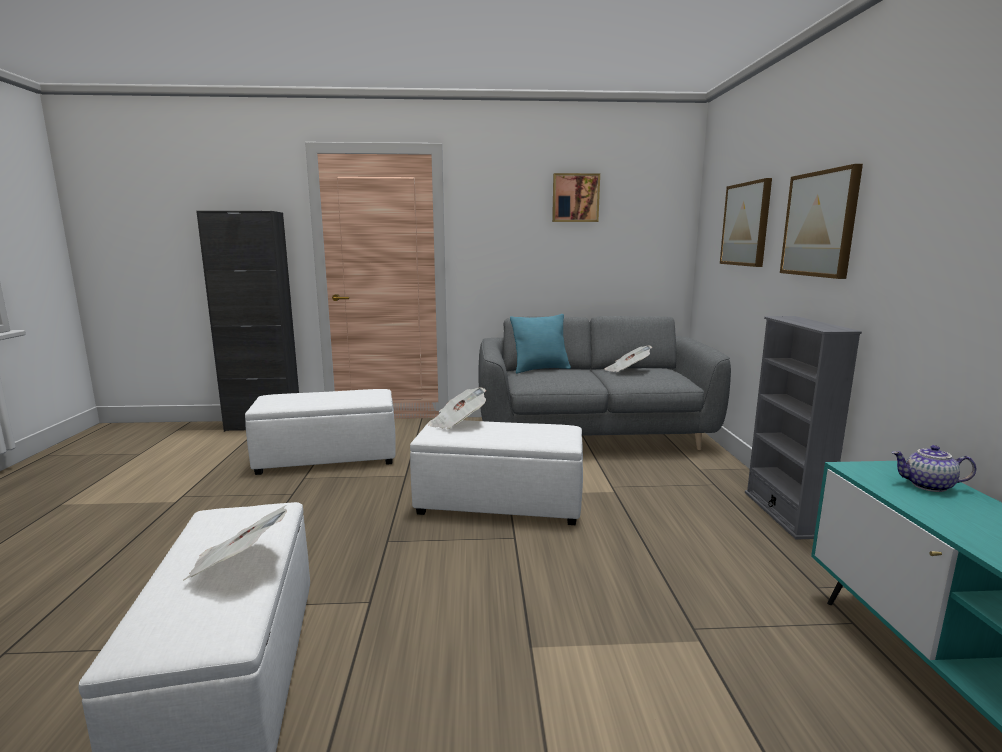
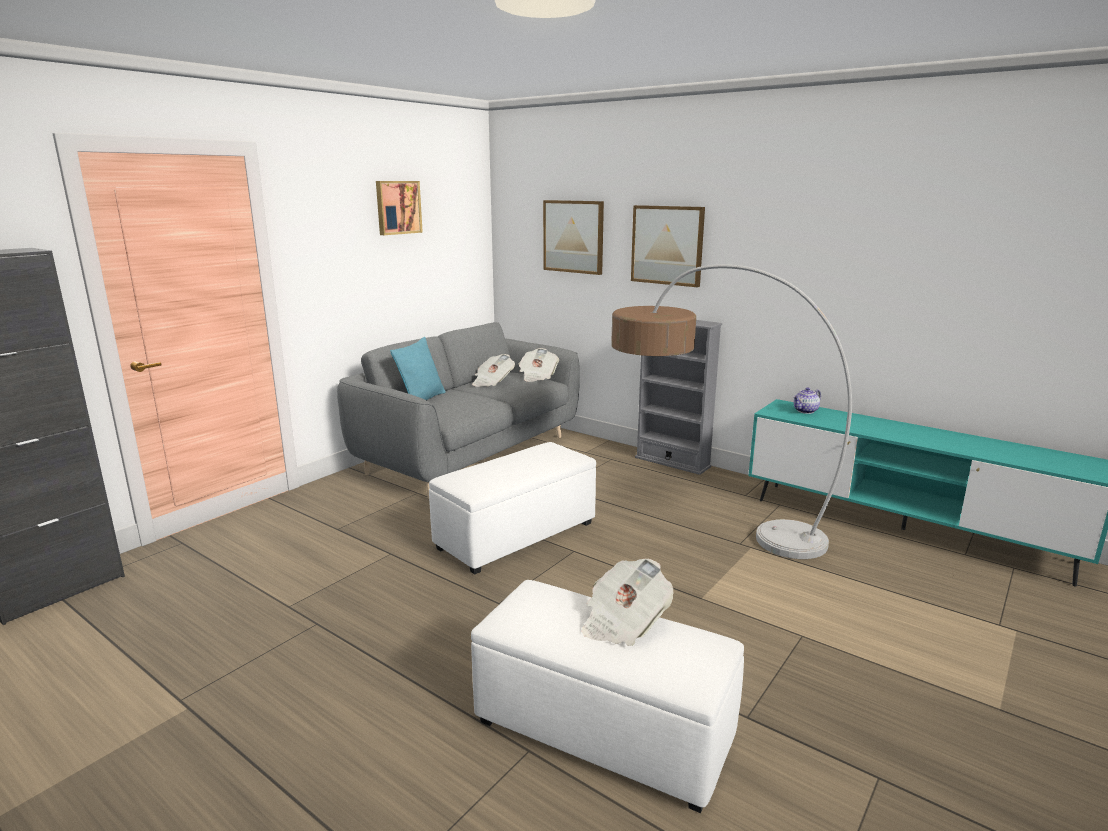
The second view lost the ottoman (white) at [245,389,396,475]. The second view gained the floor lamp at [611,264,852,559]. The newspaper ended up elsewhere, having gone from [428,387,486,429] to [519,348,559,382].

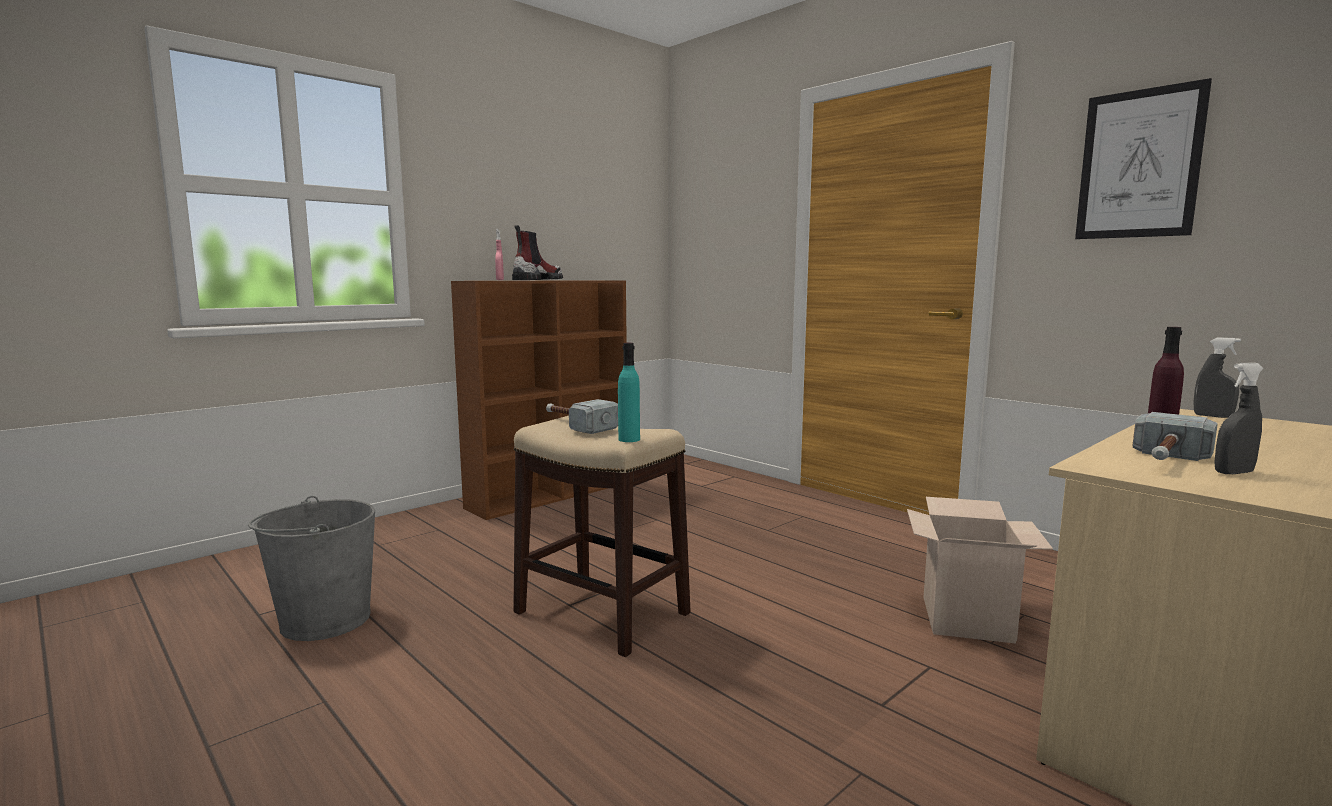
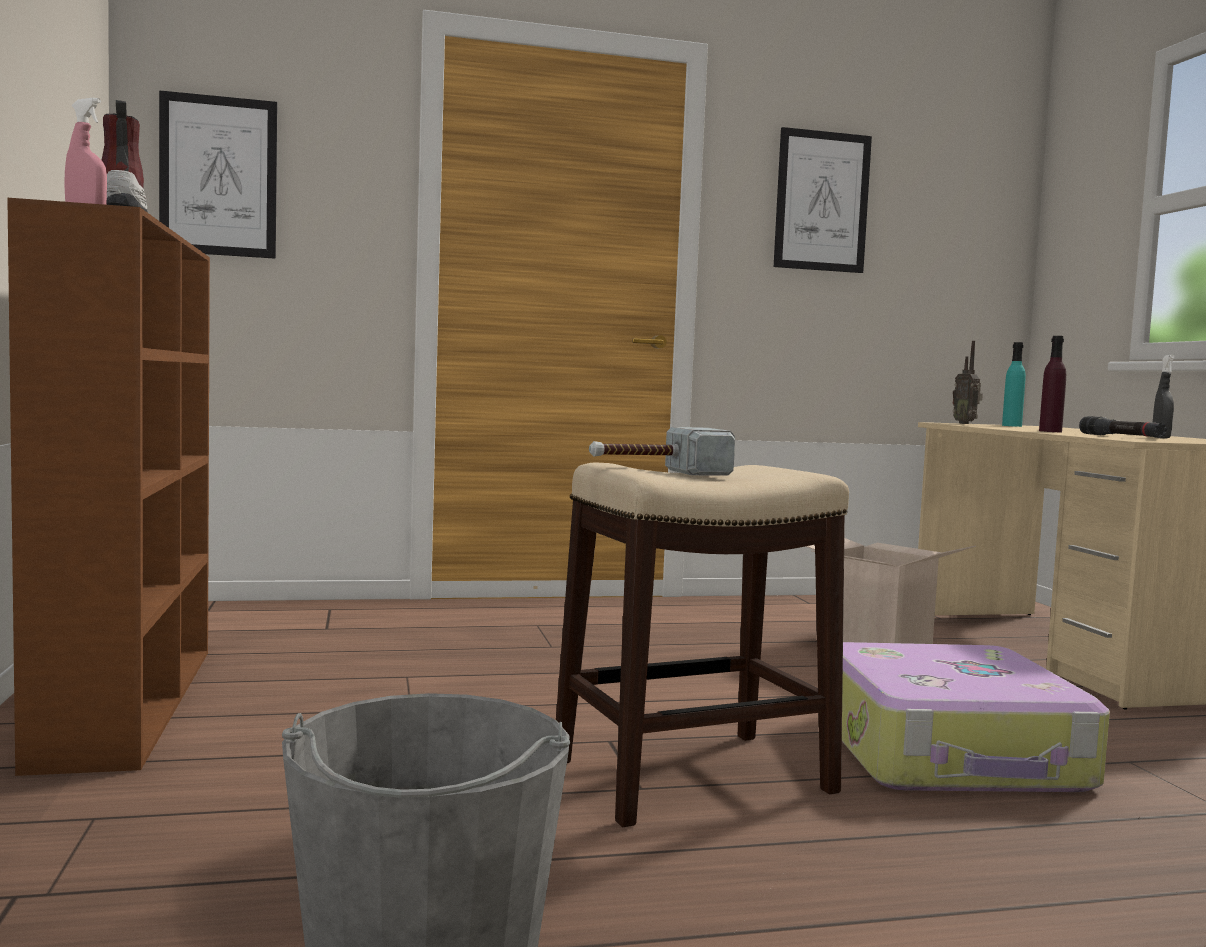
The second view gained the picture at [159,90,277,259]. The second view gained the suitcase at [842,642,1110,792]. The bottle (turquoise) ended up elsewhere, having gone from [618,343,640,442] to [1002,342,1026,427]. Where the hammer stood at [1133,412,1218,461], the flashlight (black) came to stand at [1079,416,1167,437]. Where the spray bottle (grey) stood at [1193,337,1241,418], the radio came to stand at [953,341,983,424].

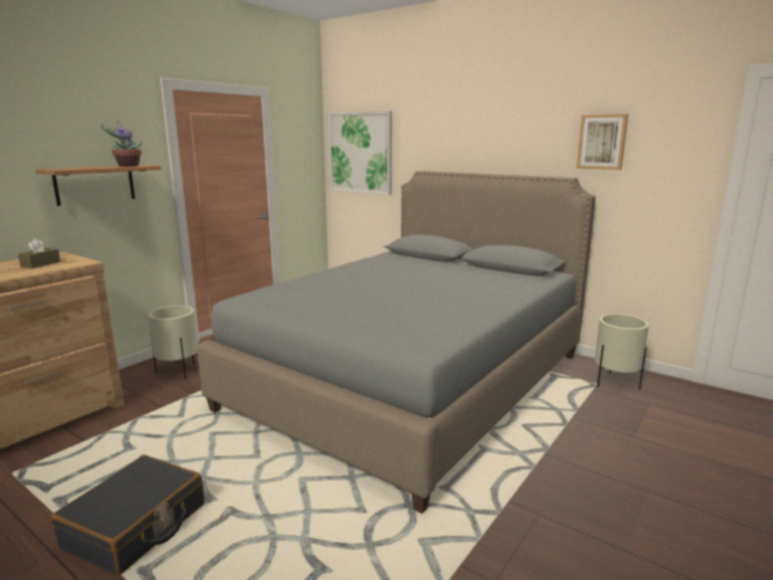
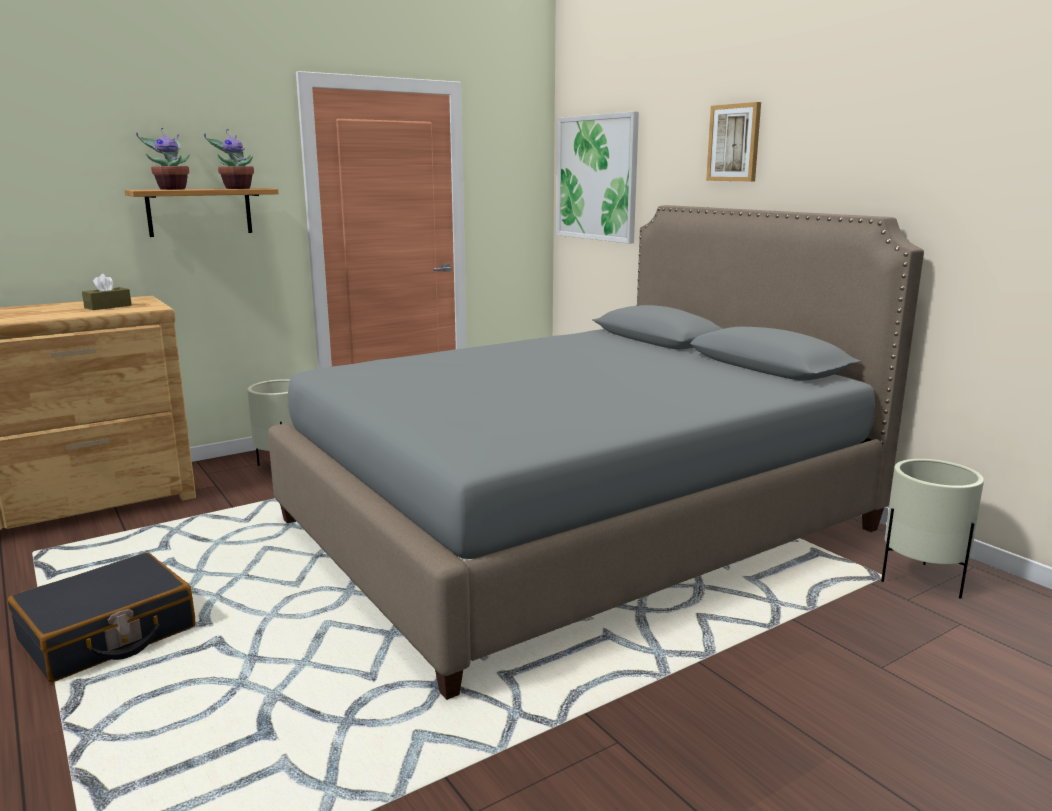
The second view gained the potted plant at [136,128,190,190]. The picture ended up elsewhere, having gone from [576,114,628,170] to [706,102,761,181].

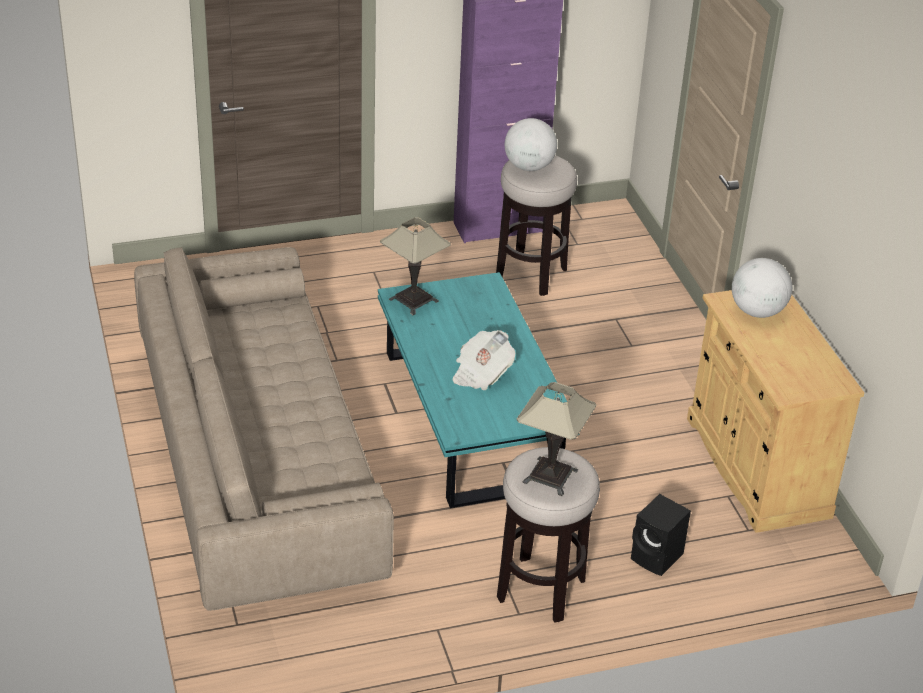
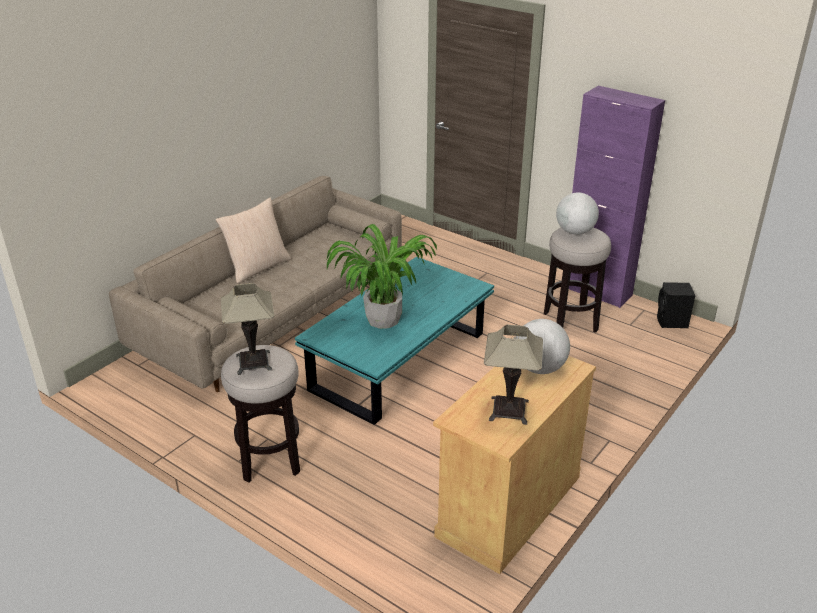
The second view gained the pillow (beige) at [216,197,291,284]. The table lamp ended up elsewhere, having gone from [380,217,451,315] to [484,325,543,425]. The speaker (black) ended up elsewhere, having gone from [631,494,691,576] to [657,282,695,328]. Where the newspaper stood at [453,330,515,390], the potted plant came to stand at [326,224,437,329].

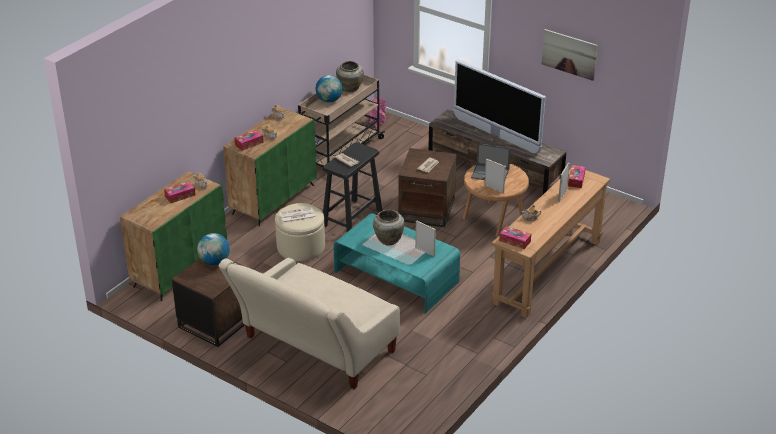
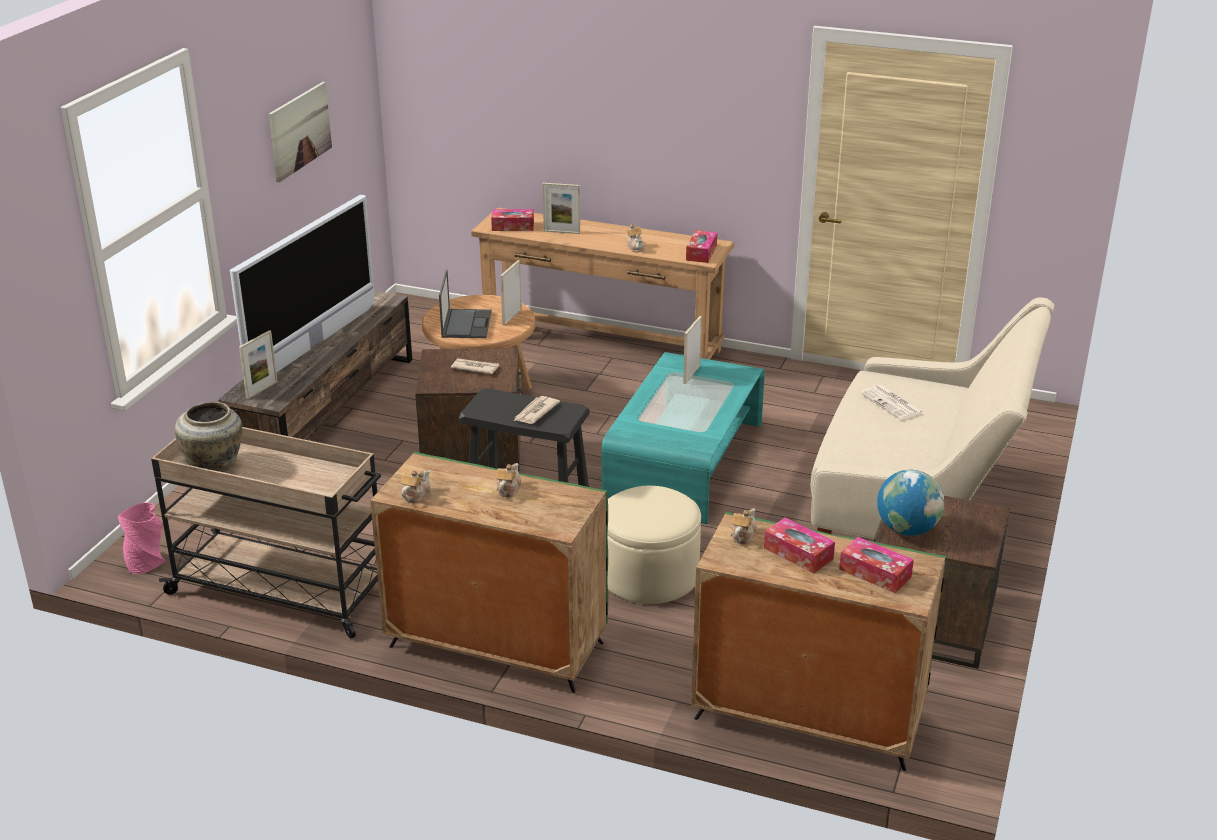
The second view lost the globe at [315,75,343,102]. The second view lost the vase (beige) at [373,210,404,246]. The second view gained the picture frame at [239,330,278,399]. The tissue box ended up elsewhere, having gone from [234,130,264,151] to [839,537,914,593]. The newspaper ended up elsewhere, having gone from [280,207,315,223] to [860,385,924,420].

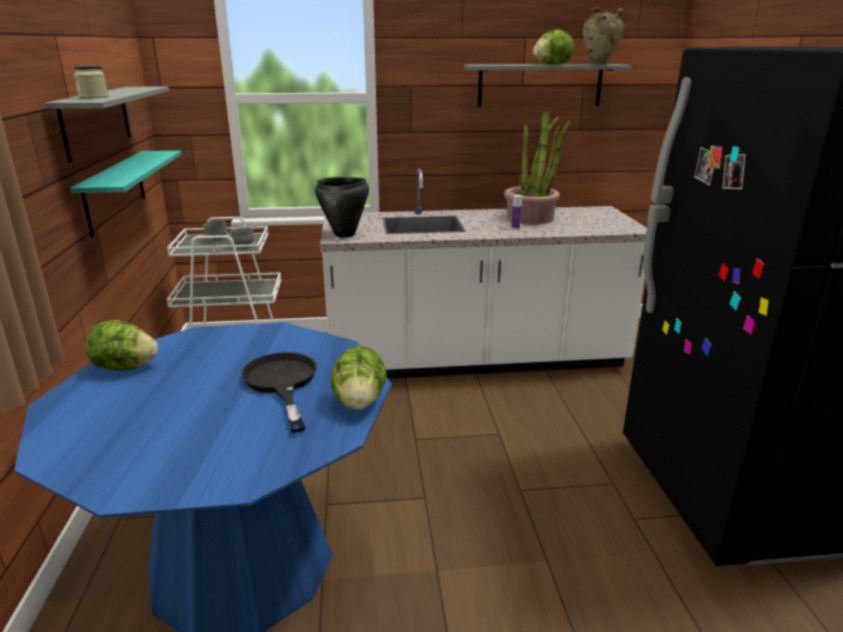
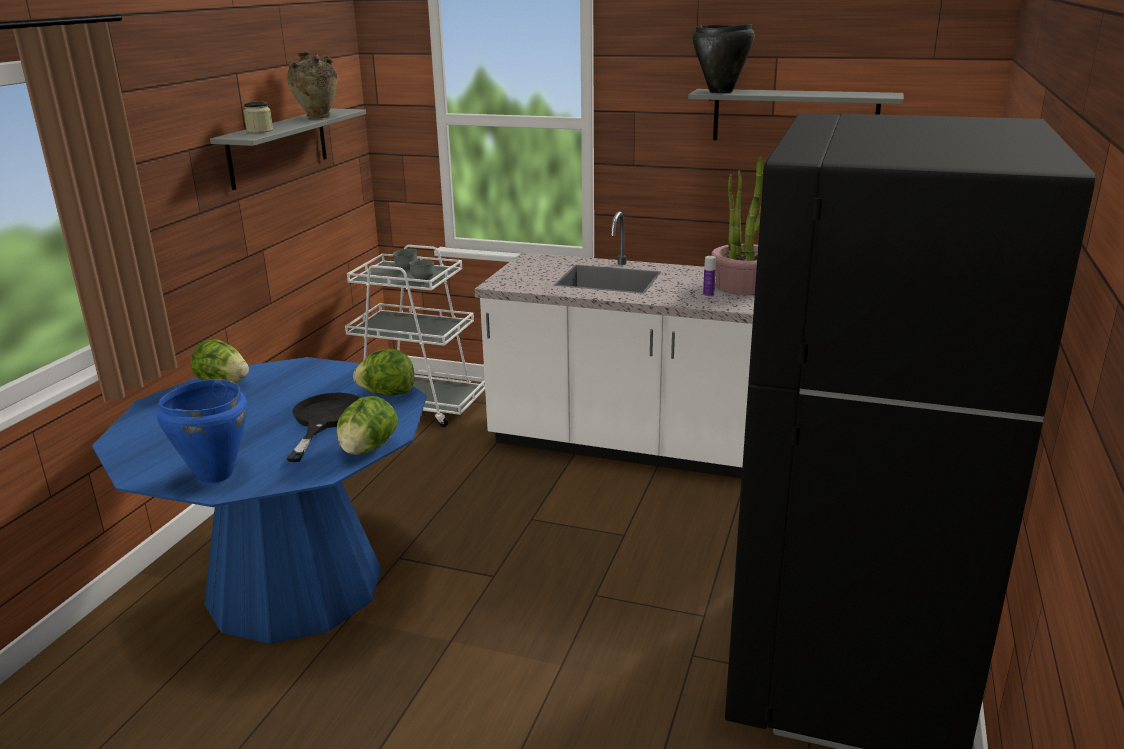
The second view lost the shelf (turquoise) at [70,151,182,238]. The second view gained the cooking pot (blue) at [157,379,247,484]. The cooking pot (black) ended up elsewhere, having gone from [315,177,369,238] to [693,24,755,93]. The lettuce ended up elsewhere, having gone from [533,29,574,65] to [353,349,414,396]. The vase (beige) ended up elsewhere, having gone from [583,7,625,65] to [287,51,338,119].

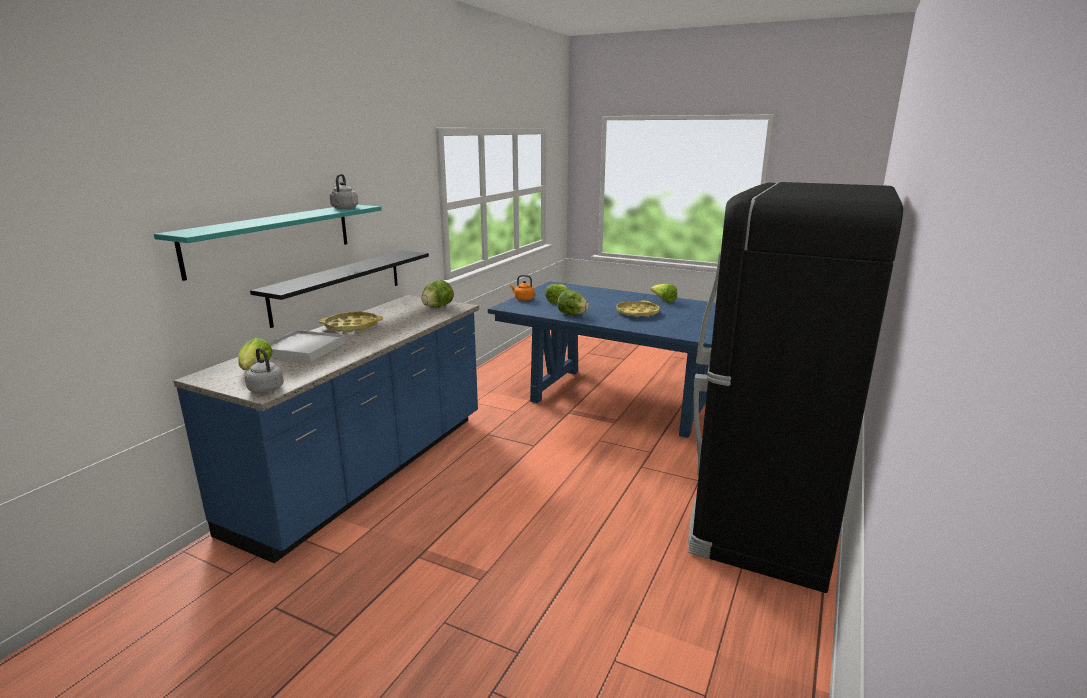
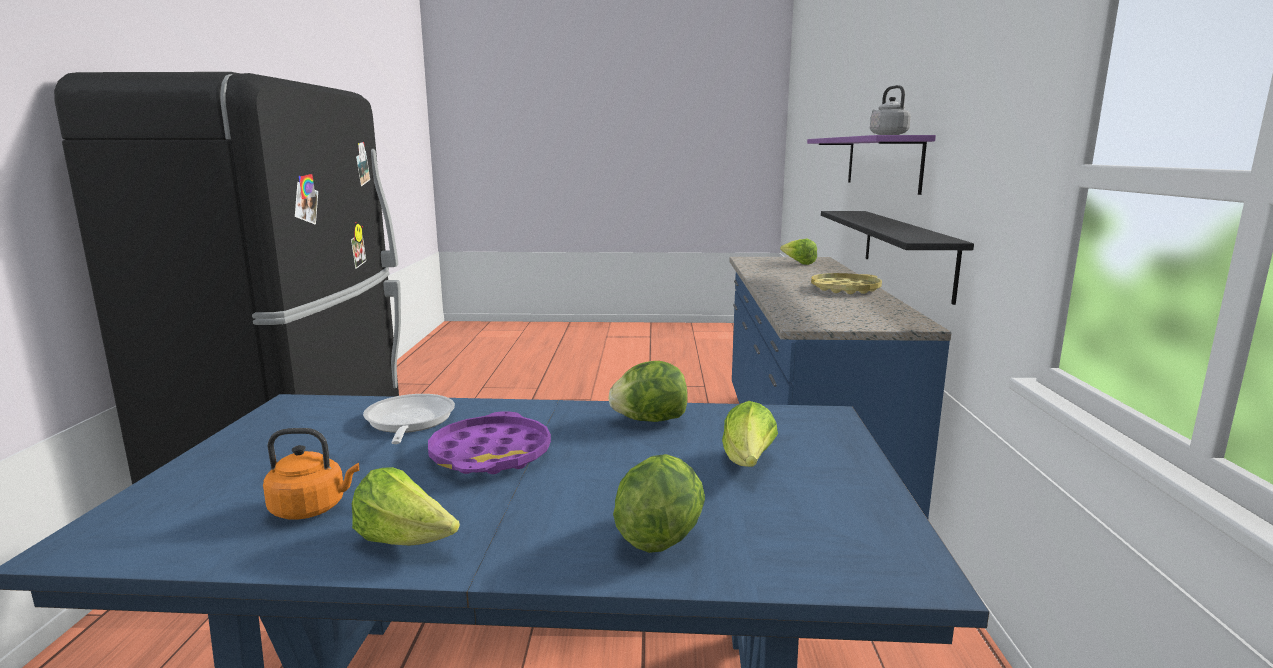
The second view lost the kettle (grey) at [245,348,284,393]. The second view lost the tray (white) at [269,330,346,362]. The second view gained the frying pan at [363,394,455,444]. The lettuce ended up elsewhere, having gone from [421,280,454,308] to [613,454,705,553]. The kettle (orange) ended up elsewhere, having gone from [510,275,535,301] to [263,428,359,520]. What was the shelf (turquoise) at [154,205,382,281] turned into the shelf (purple) at [807,135,936,195]. What was the tray (yellow) at [616,301,659,317] turned into the tray (purple) at [428,411,551,474].

